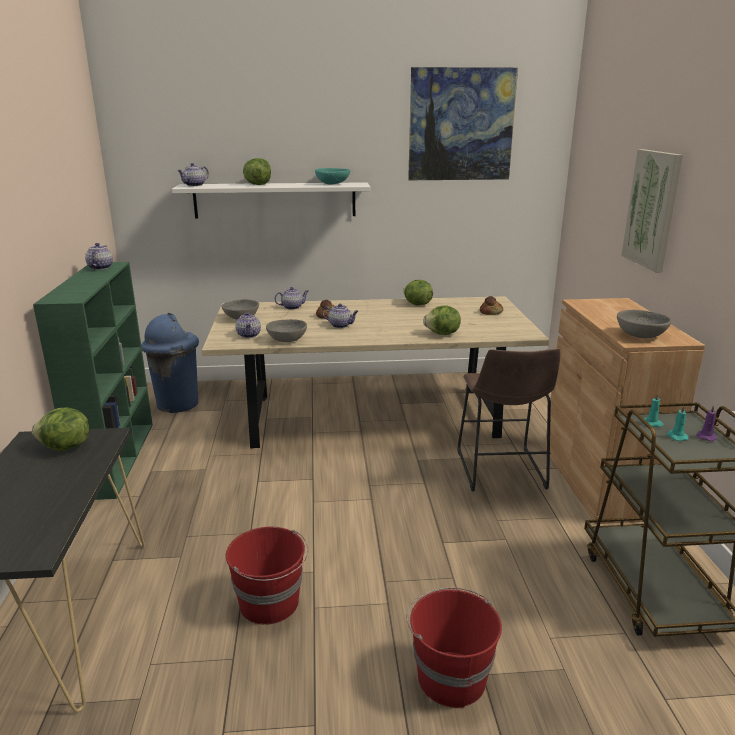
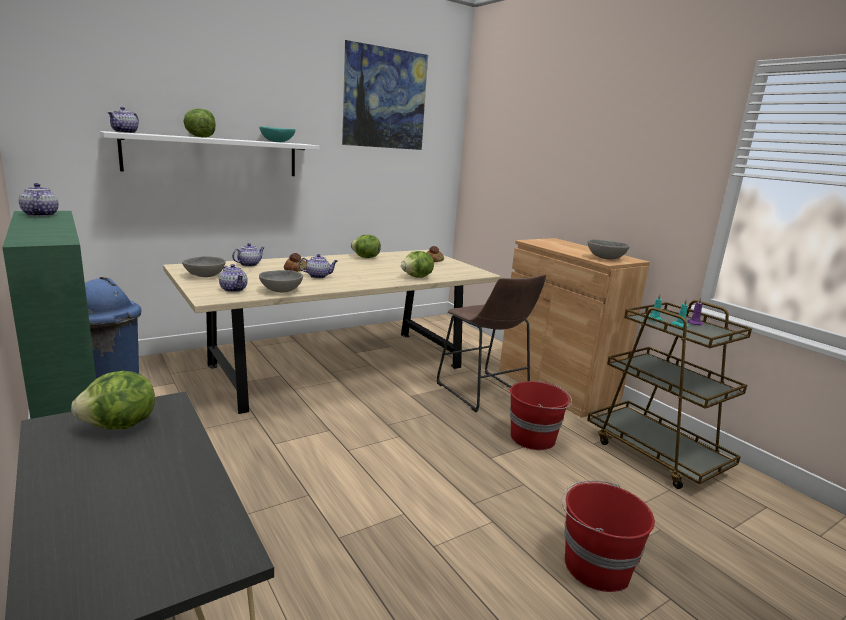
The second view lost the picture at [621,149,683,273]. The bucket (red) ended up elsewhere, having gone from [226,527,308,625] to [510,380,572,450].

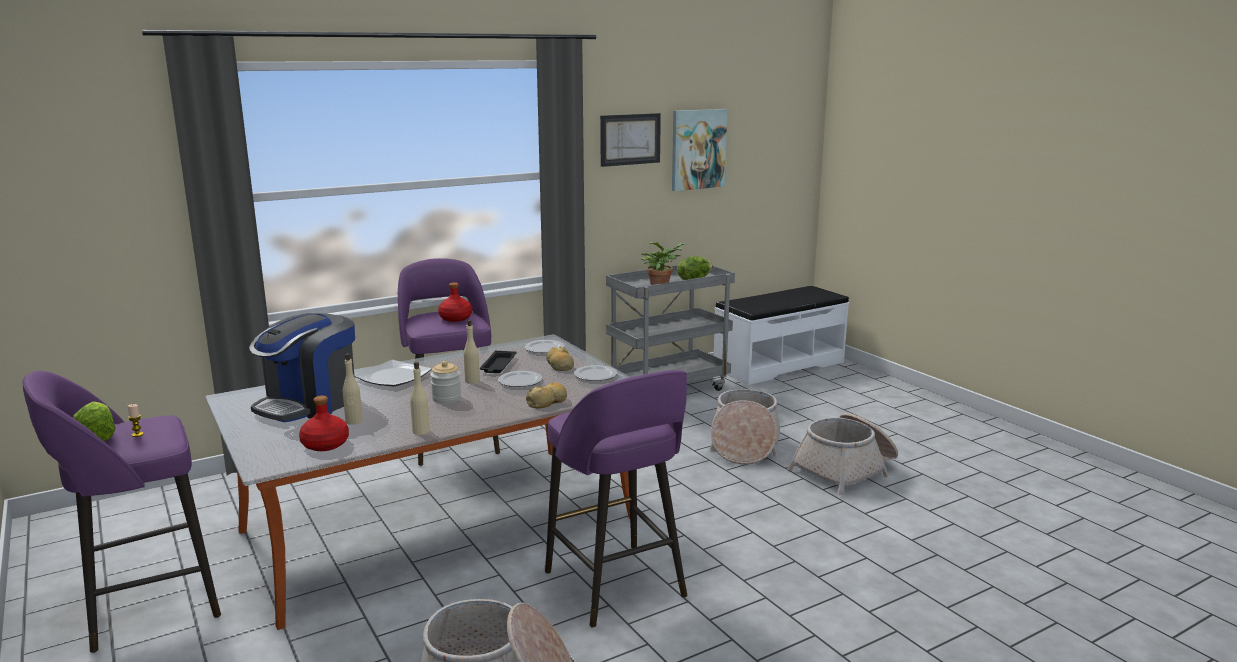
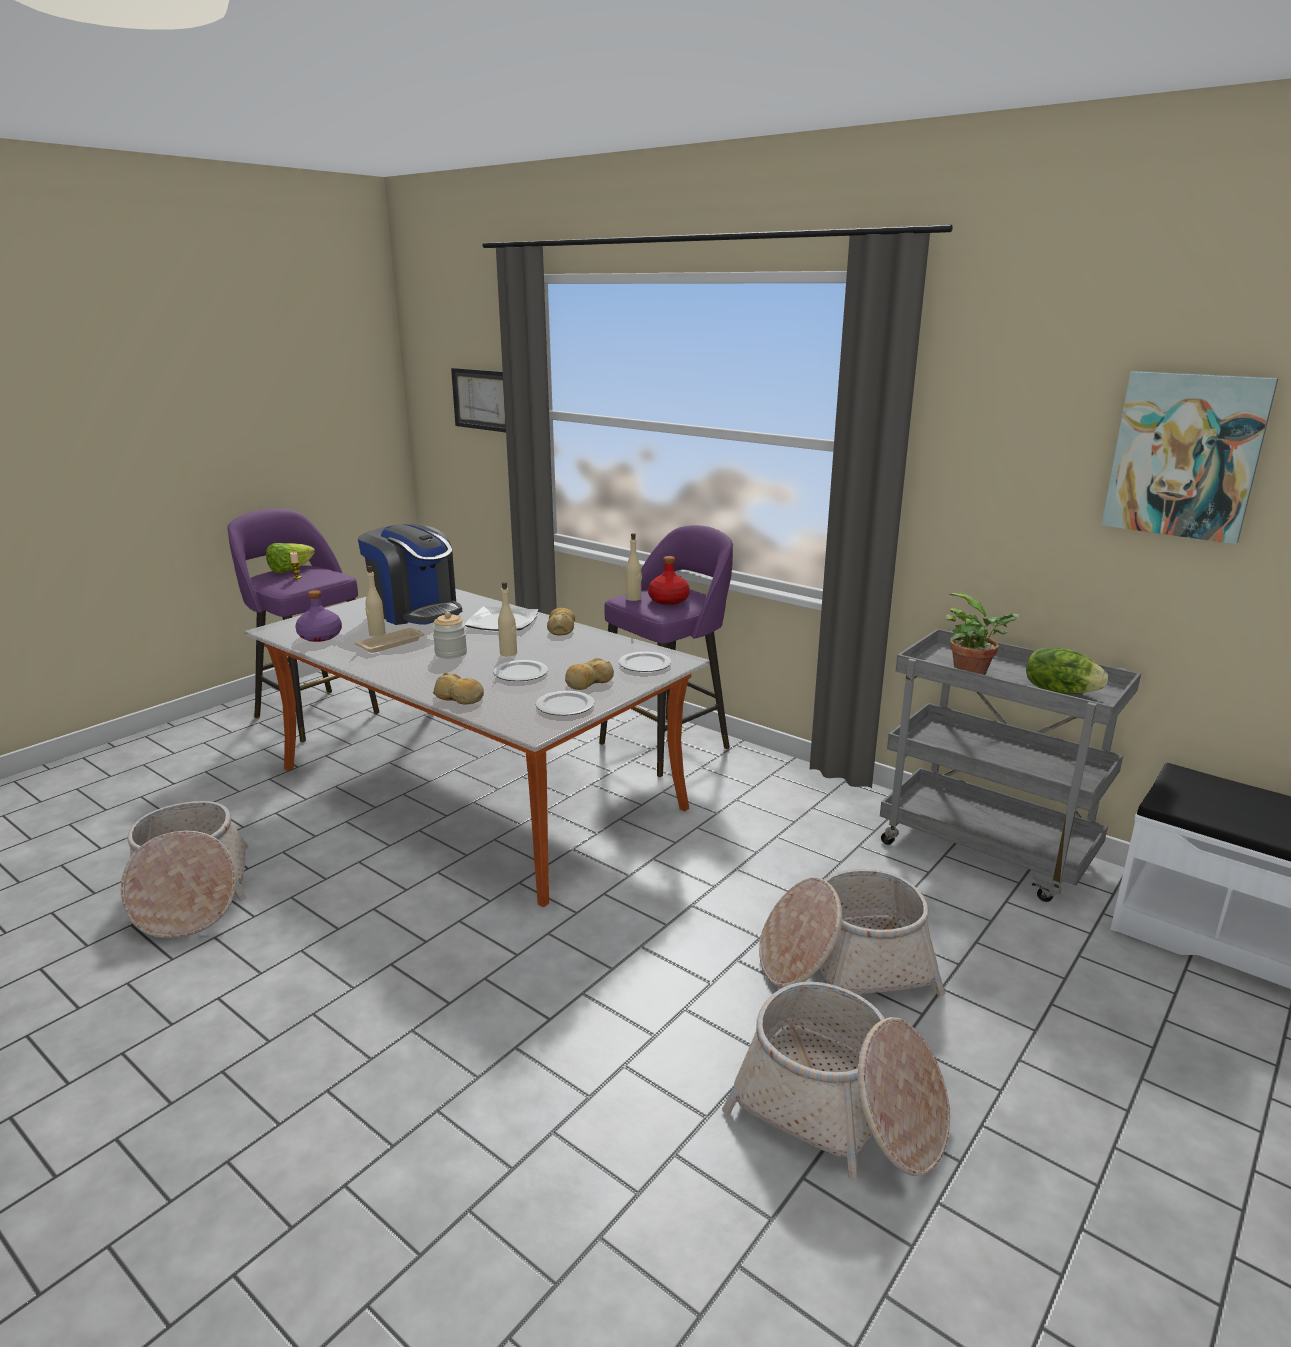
The second view lost the tray (black) at [480,351,516,373]. The second view lost the stool (purple) at [545,370,688,628]. The second view gained the tray (beige) at [355,628,424,653]. The second view gained the bread at [547,608,575,635]. The bottle (beige) ended up elsewhere, having gone from [410,362,430,435] to [626,533,642,601]. The picture ended up elsewhere, having gone from [600,113,661,167] to [451,368,506,432]. What was the bottle (red) at [299,395,349,451] turned into the bottle (purple) at [295,590,342,642]. The coffee machine at [249,313,355,422] ended up facing another way, 150 degrees counterclockwise from before.

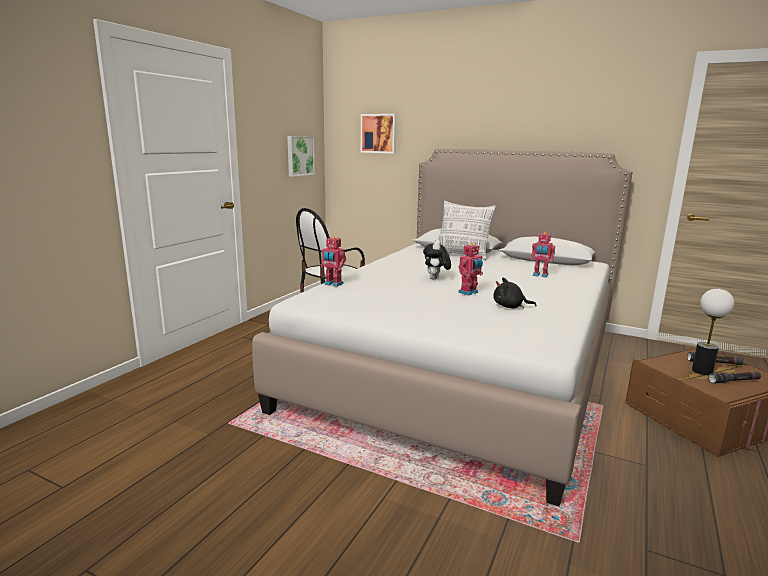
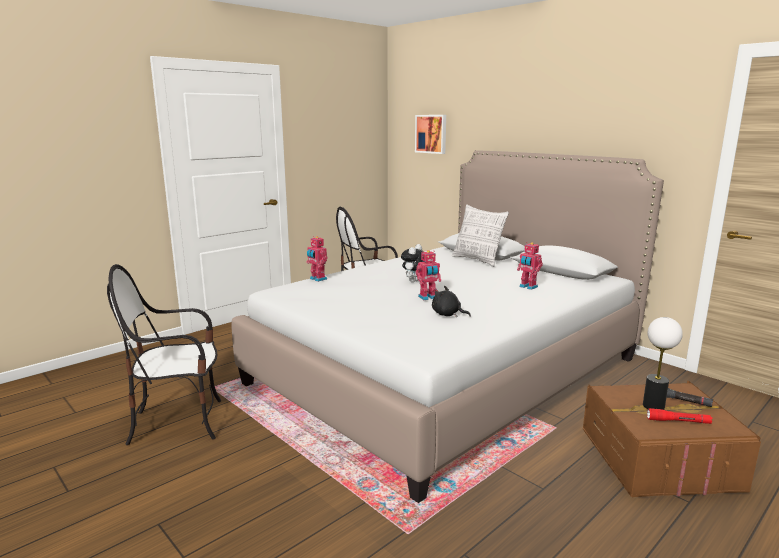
The second view lost the picture at [287,136,315,177]. The second view gained the chair at [107,264,221,445]. What was the flashlight (black) at [708,372,761,383] turned into the flashlight (red) at [647,408,712,424].

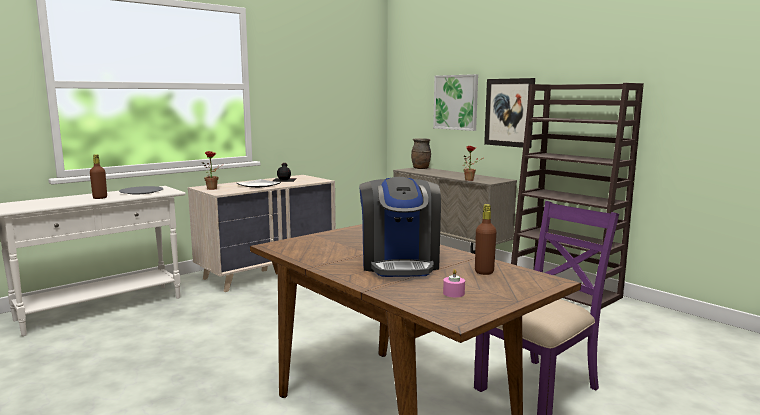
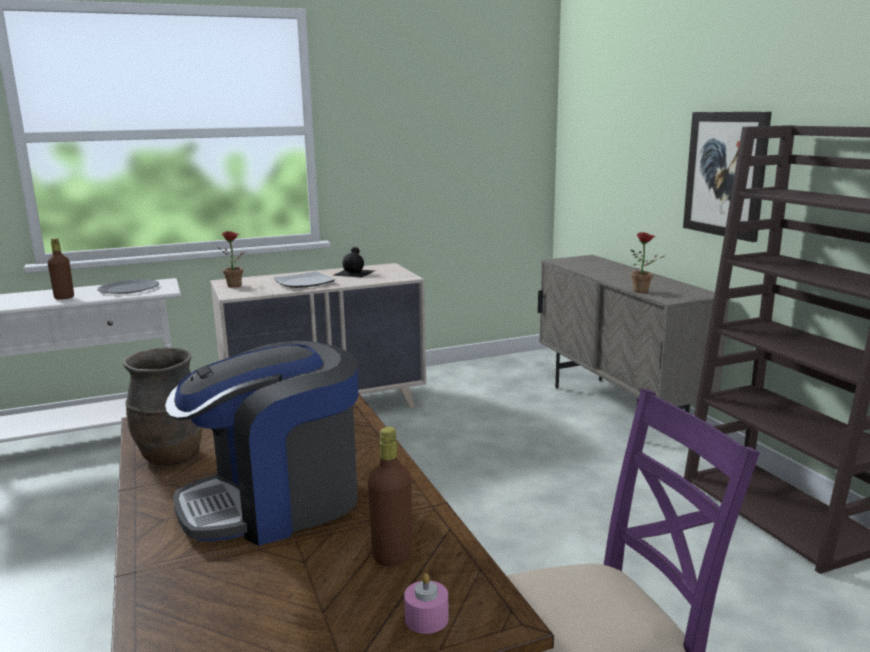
The second view lost the picture at [433,74,478,131]. The vase (brown) ended up elsewhere, having gone from [411,138,431,169] to [123,348,203,466]. The candle (pink) ended up elsewhere, having gone from [443,269,465,297] to [404,573,449,634]. The coffee machine at [359,177,441,277] ended up facing another way, 45 degrees clockwise from before.

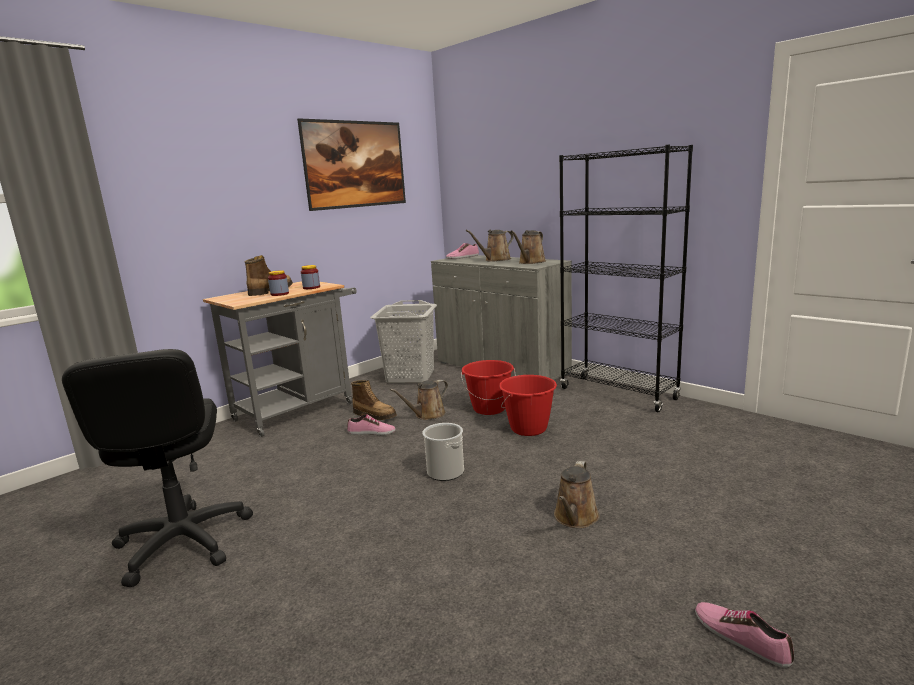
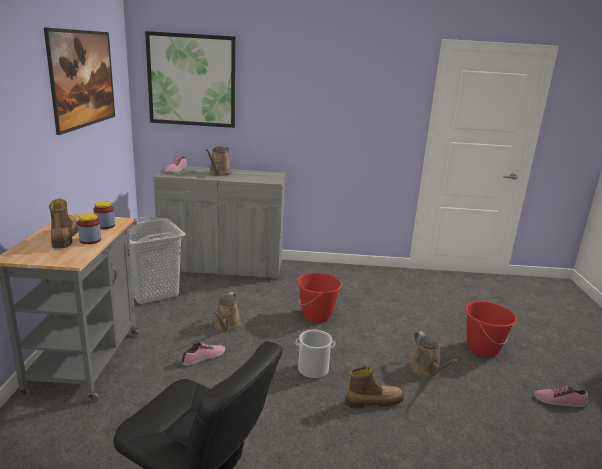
The second view lost the watering can (brown) at [511,230,546,264]. The second view lost the bookcase (black) at [559,145,693,412]. The second view gained the picture at [145,31,236,128]. The boot ended up elsewhere, having gone from [351,380,397,420] to [345,366,404,409]. The bucket (red) ended up elsewhere, having gone from [461,360,516,415] to [465,301,517,357].

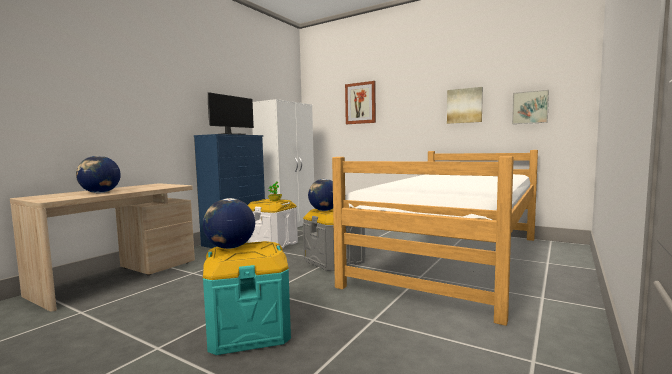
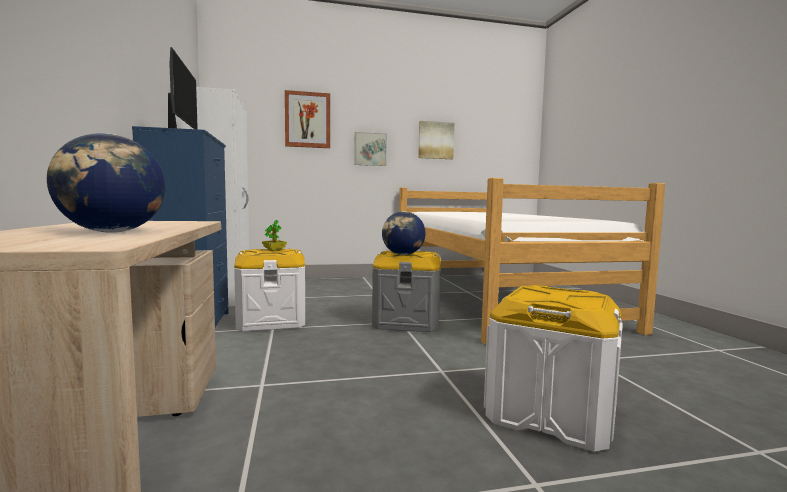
The second view lost the globe at [203,198,255,249]. The picture ended up elsewhere, having gone from [512,90,549,124] to [354,132,387,166]. What was the storage box (turquoise) at [203,241,291,355] turned into the storage box (white) at [484,285,623,452].

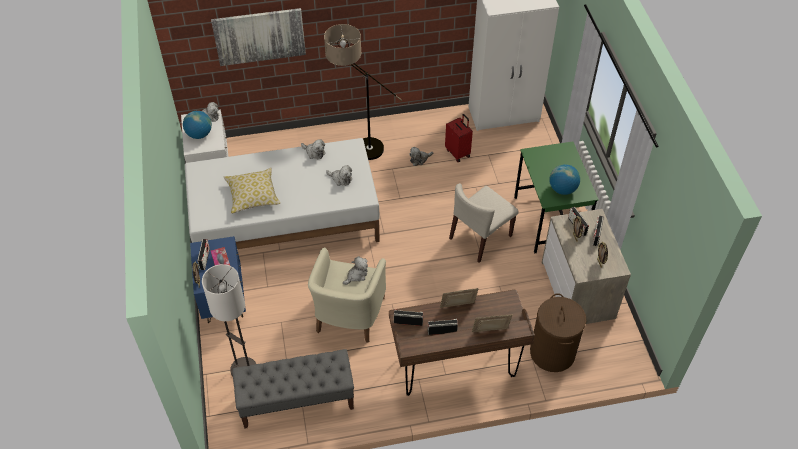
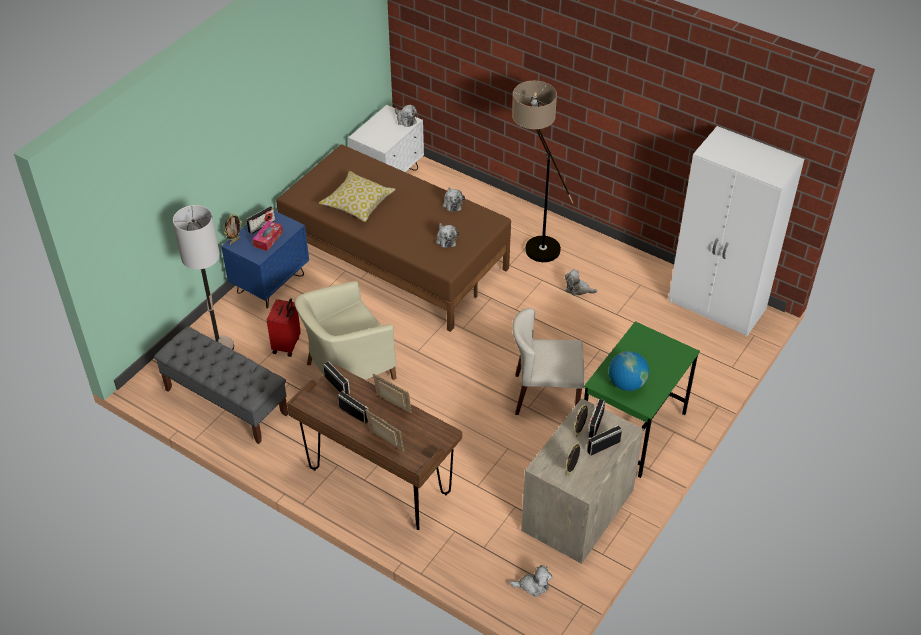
The second view lost the globe at [183,111,212,139]. The second view lost the picture at [211,8,306,66]. The second view lost the laundry basket (brown) at [530,293,586,372]. The plush toy ended up elsewhere, having gone from [343,256,368,285] to [510,565,552,597]. The suitcase (red) ended up elsewhere, having gone from [445,114,473,162] to [267,298,301,357]. What was the bed (white) at [185,138,380,249] turned into the bed (brown) at [276,144,511,332].

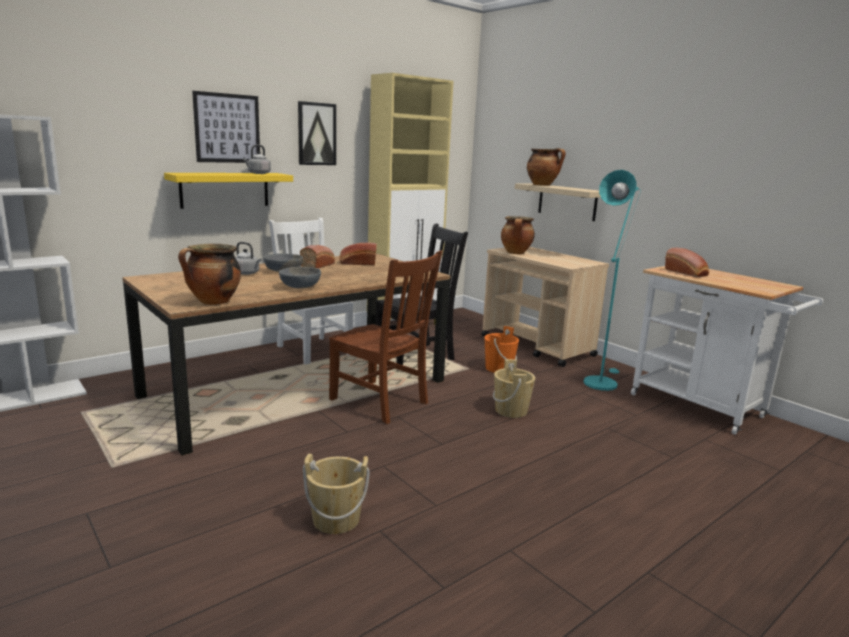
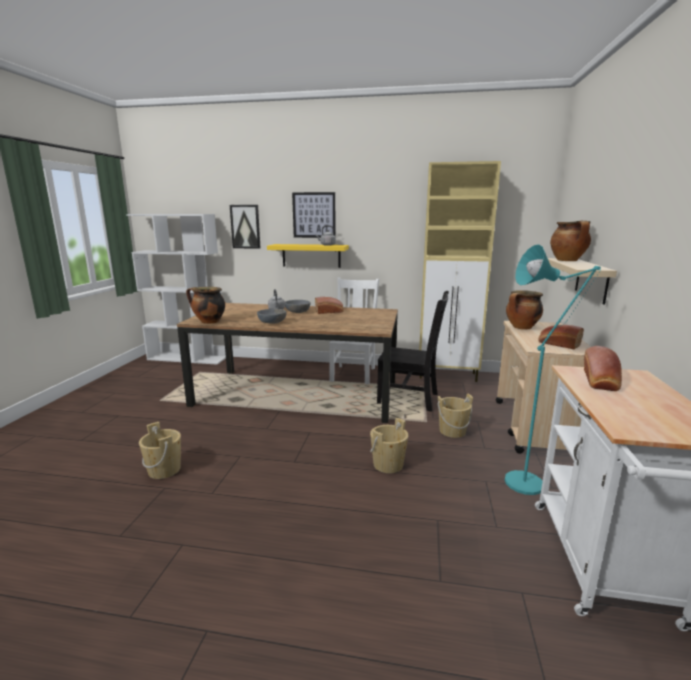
The second view lost the chair (brown) at [329,250,443,424]. The picture ended up elsewhere, having gone from [298,101,336,165] to [230,205,260,249]. The bread ended up elsewhere, having gone from [339,242,377,265] to [538,325,584,349]. What was the bucket (orange) at [484,326,519,373] turned into the bucket (beige) at [438,394,473,438].

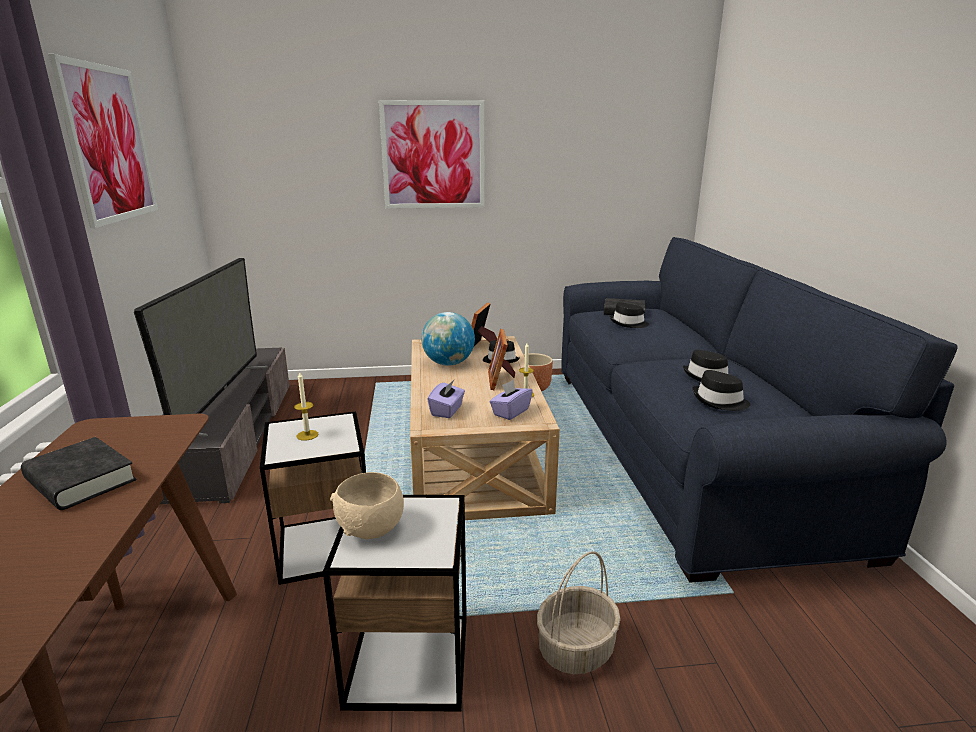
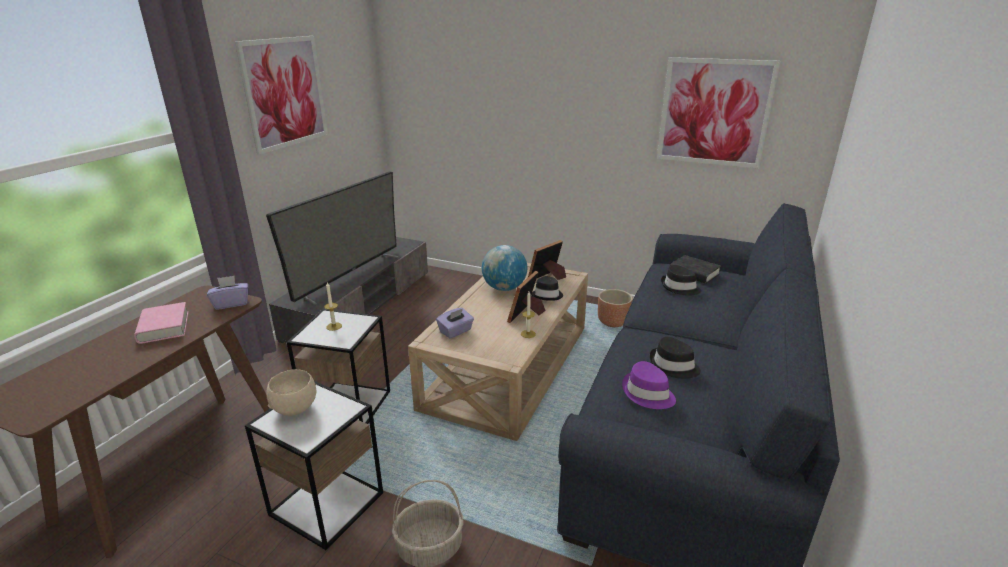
The picture ended up elsewhere, having gone from [379,100,484,209] to [657,57,780,168]. The tissue box (purple) ended up elsewhere, having gone from [490,379,533,420] to [207,276,248,310]. What was the book (black) at [21,437,136,510] turned into the book (pink) at [134,302,189,344]. What was the hat (black) at [693,370,750,411] turned into the hat (purple) at [622,361,676,409].

